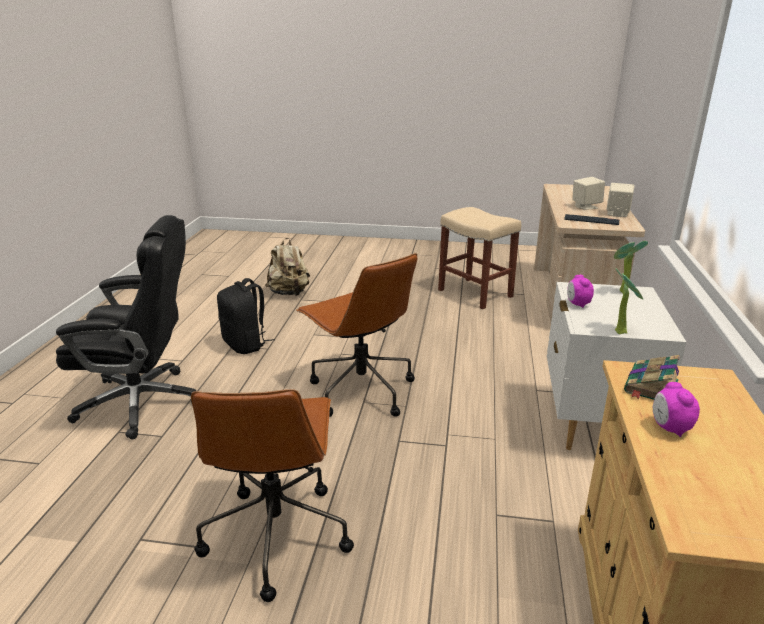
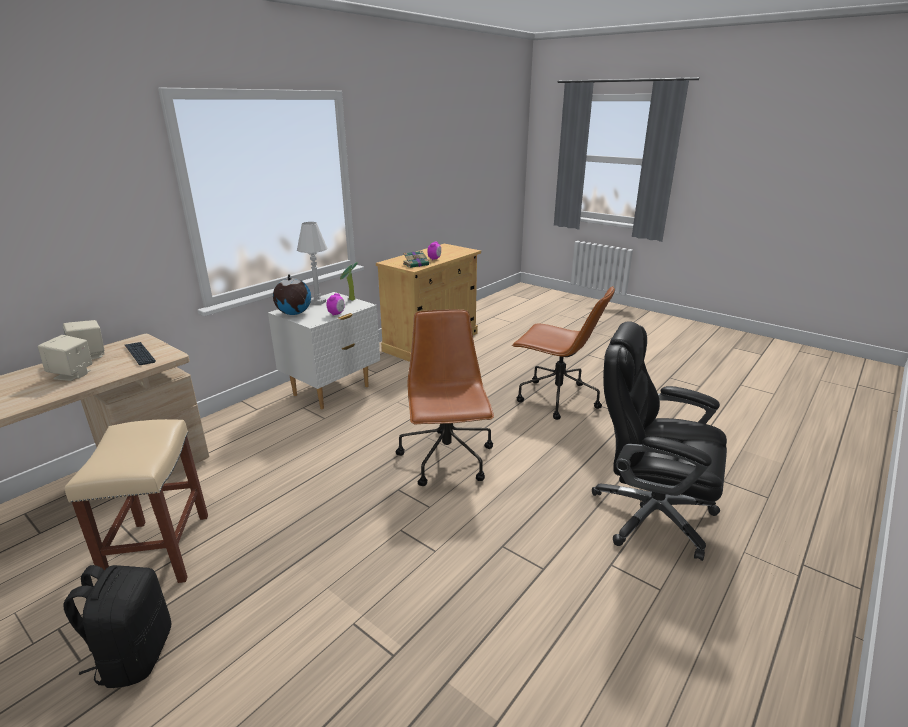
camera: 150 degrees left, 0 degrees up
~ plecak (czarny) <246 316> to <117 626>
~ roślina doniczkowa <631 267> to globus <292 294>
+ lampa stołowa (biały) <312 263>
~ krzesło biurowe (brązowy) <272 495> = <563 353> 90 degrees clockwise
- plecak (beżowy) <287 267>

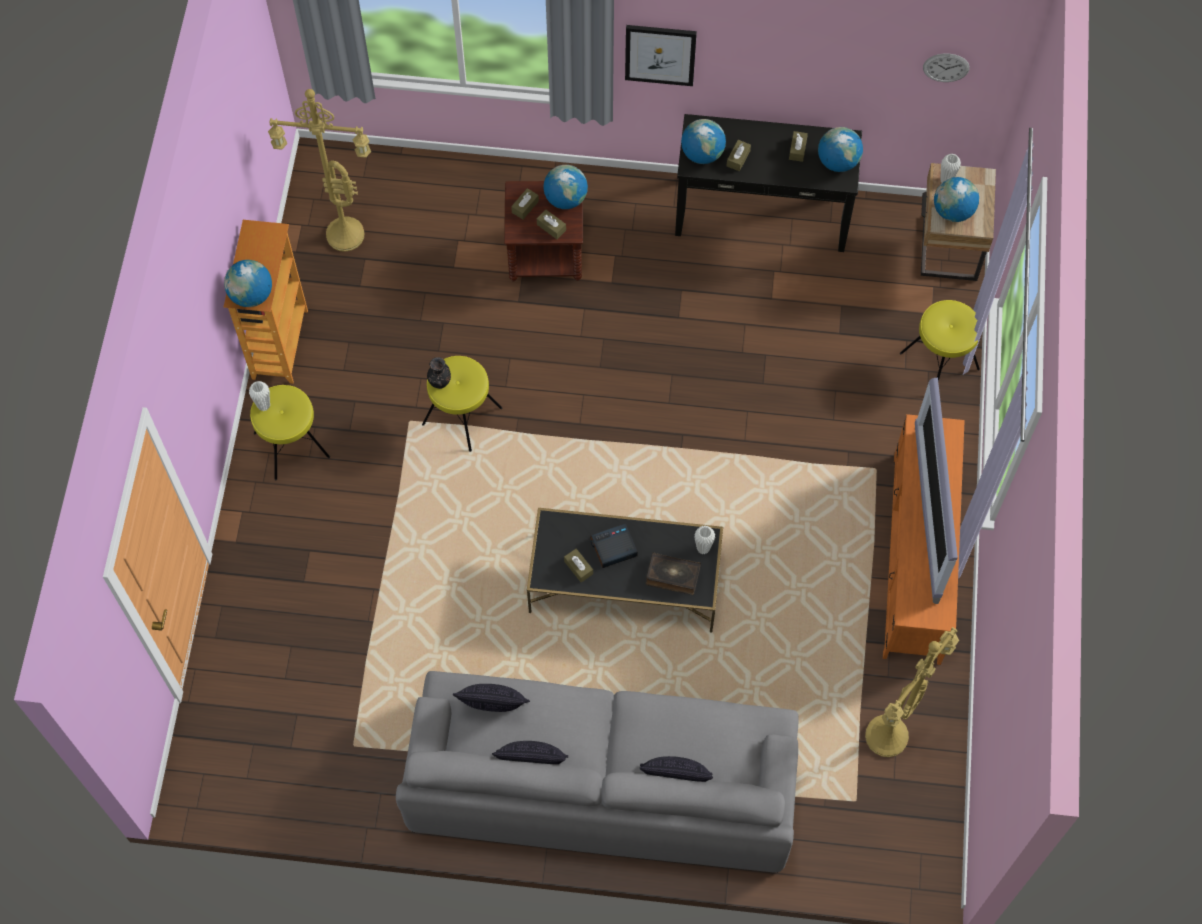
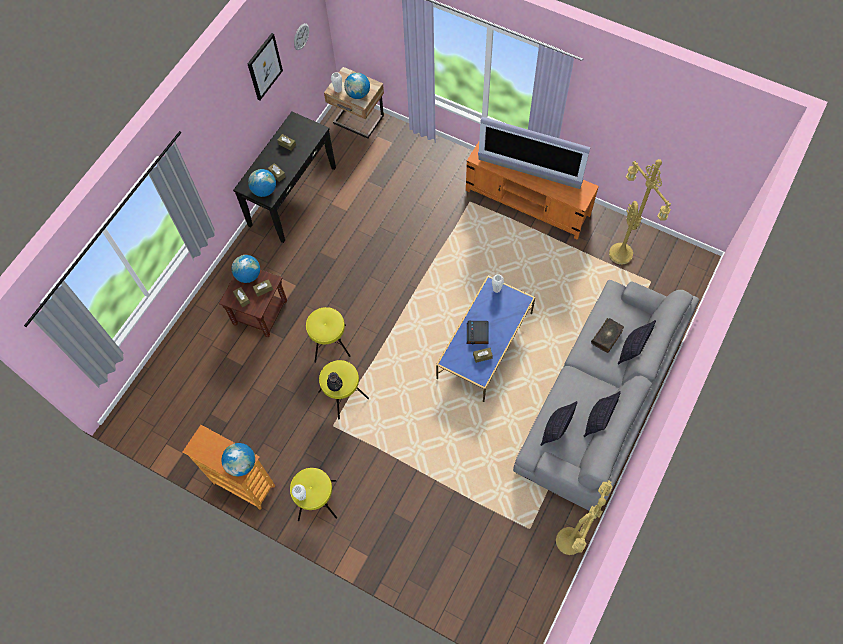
camera: 65 degrees left, 0 degrees up
~ obraz <661 55> to <265 66>
~ stołek (żółty) <940 340> to <328 335>
~ ława (czarny) <625 570> to ława (niebieski) <485 339>
~ lampa stojąca (żółty) <319 170> to <584 517>
~ książka <673 573> to <607 335>
- globus <840 149>

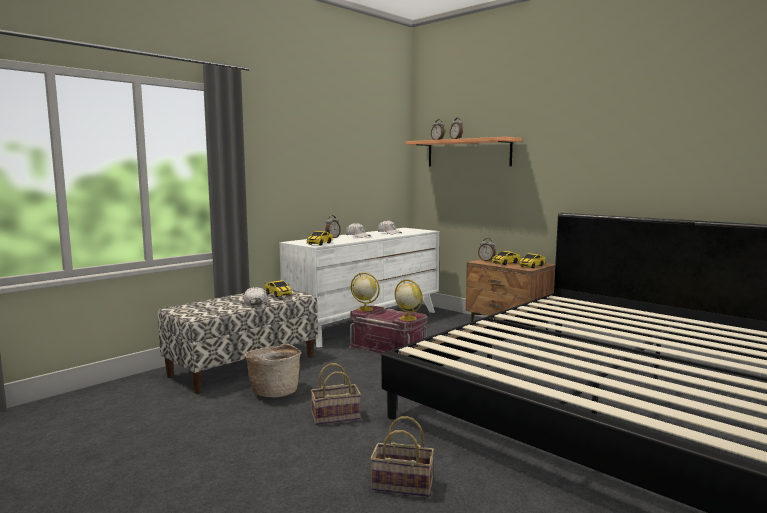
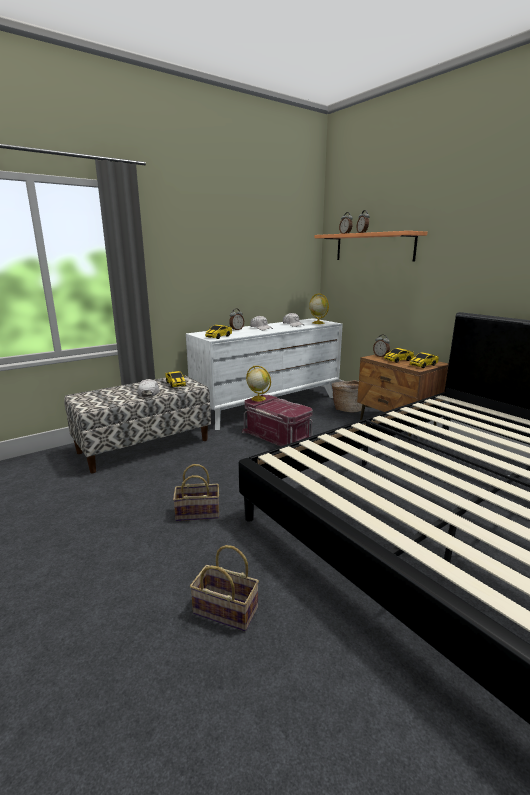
camera: 10 degrees right, 10 degrees up
~ globus <409 300> to <319 308>
~ koszyk <273 371> to <347 396>

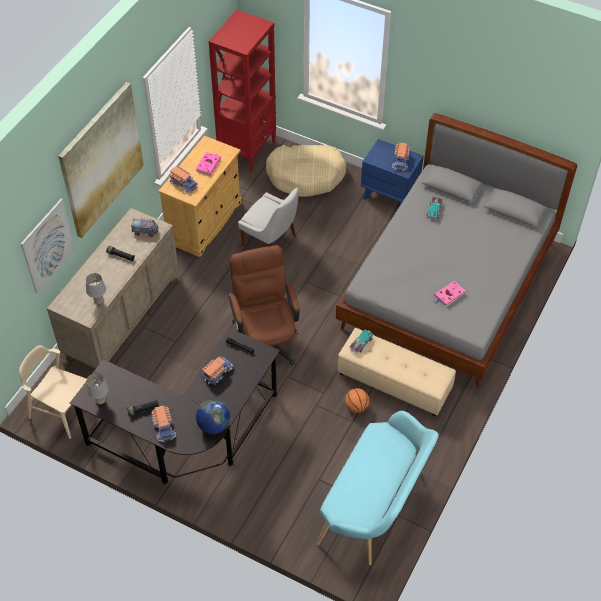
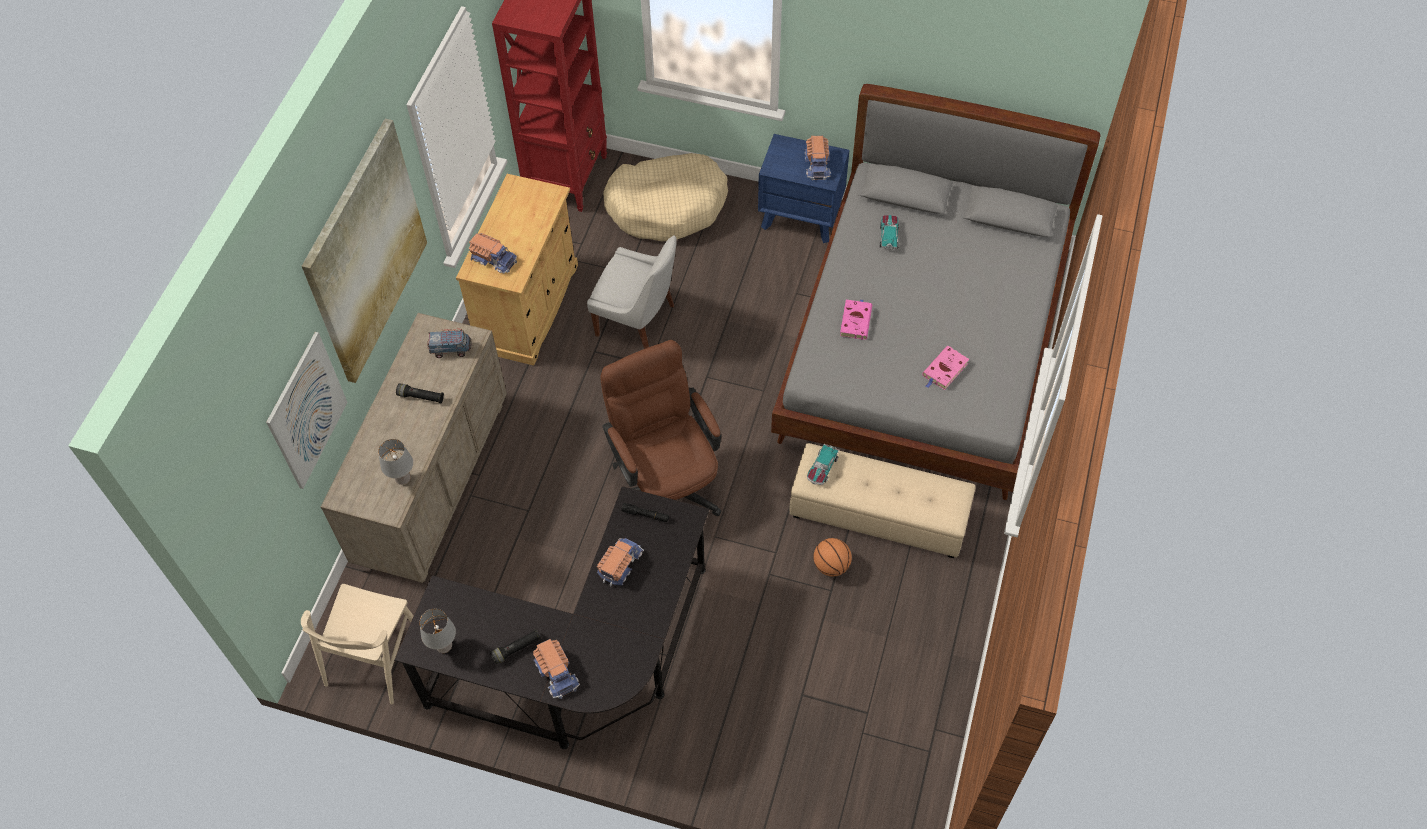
camera: 10 degrees left, 5 degrees up
~ krzesło (beżowy) <53 392> = <357 644> 90 degrees counterclockwise
~ książka (różowy) <208 164> to <856 319>
- globus <213 417>
- ławka (turkusowy) <377 488>

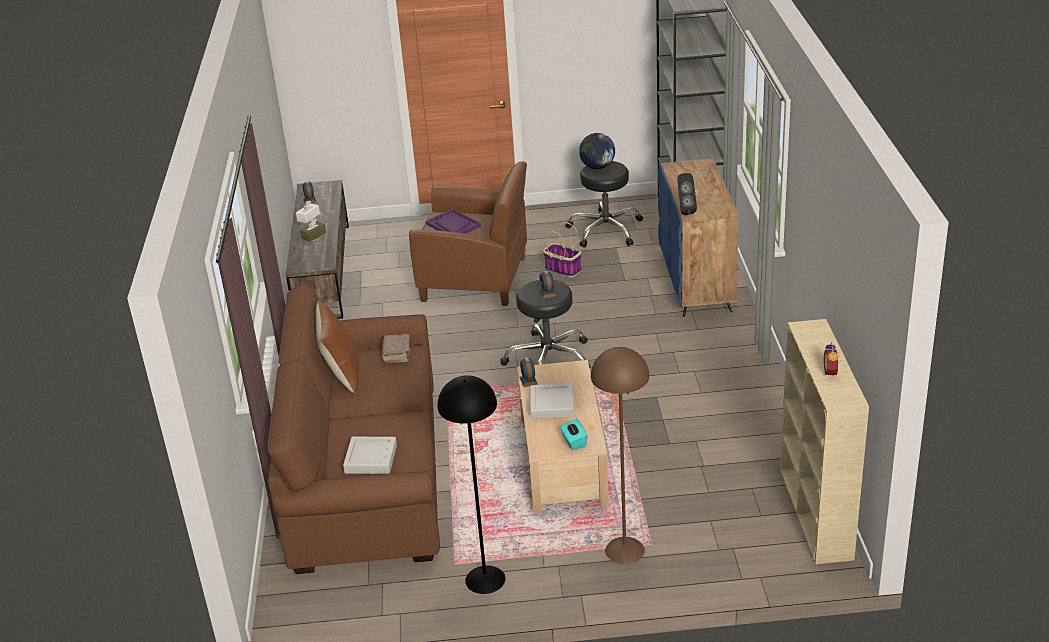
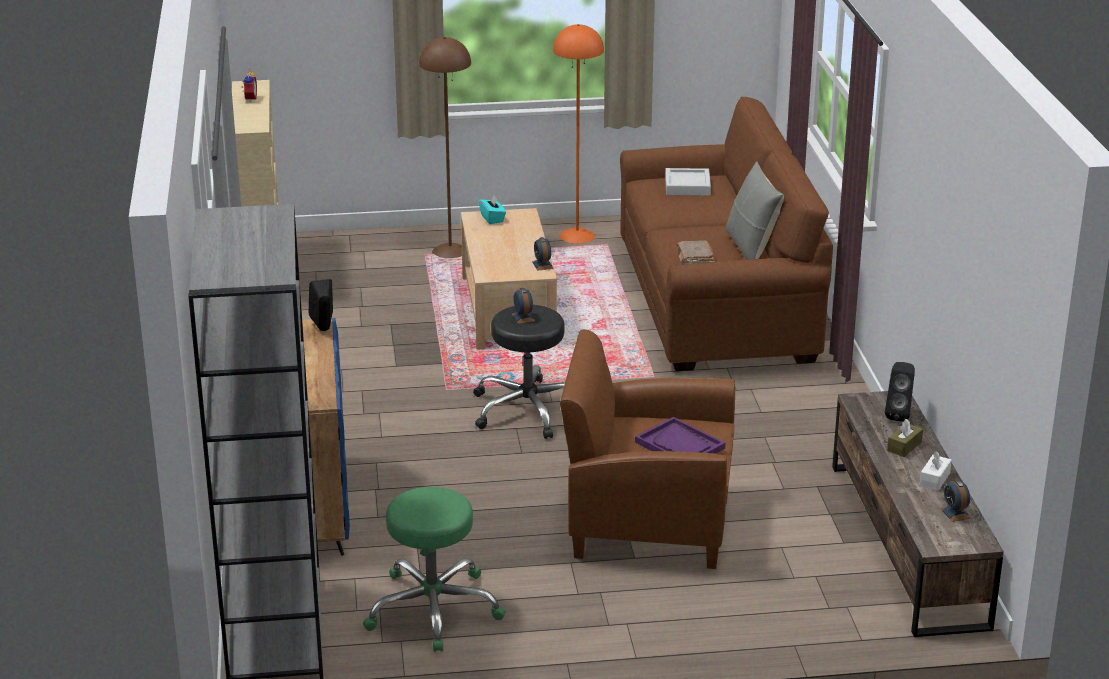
camera: 175 degrees right, 5 degrees down
~ stołek (czarny) <604 204> to stołek (zielony) <434 569>
~ lampa stojąca (czarny) <471 484> to lampa stojąca (pomarańczowy) <578 134>
~ poduszka (brązowy) <337 347> to poduszka (szary) <755 211>
+ głośnik (czarny) <900 392>
- taca (szary) <552 401>
- koszyk <562 249>
- globus <597 151>

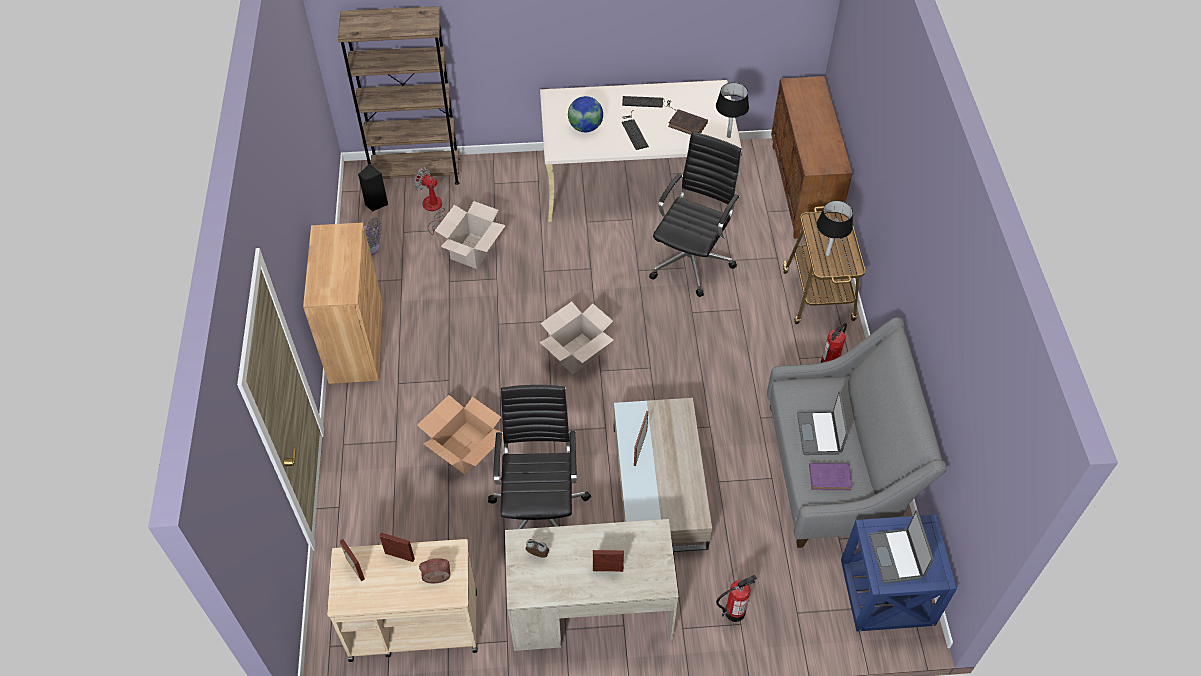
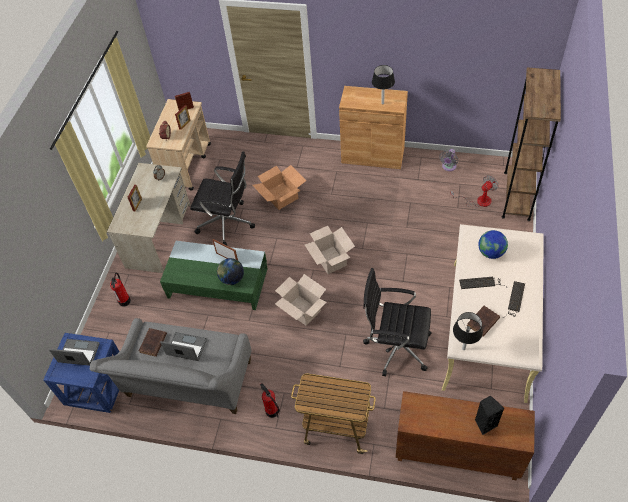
camera: 110 degrees right, 0 degrees up
~ książka (fioletowy) <831 476> to książka (brązowy) <153 342>
~ ława (beżowy) <663 475> to ława (zielony) <214 275>
+ globus <230 271>
~ karton <470 235> to <301 299>
~ krzesło biurowe (czarny) <695 214> = <397 322> 150 degrees clockwise
~ lampa stołowa (czarny) <835 228> to <383 84>
~ głośnik (czarny) <373 188> to <489 415>

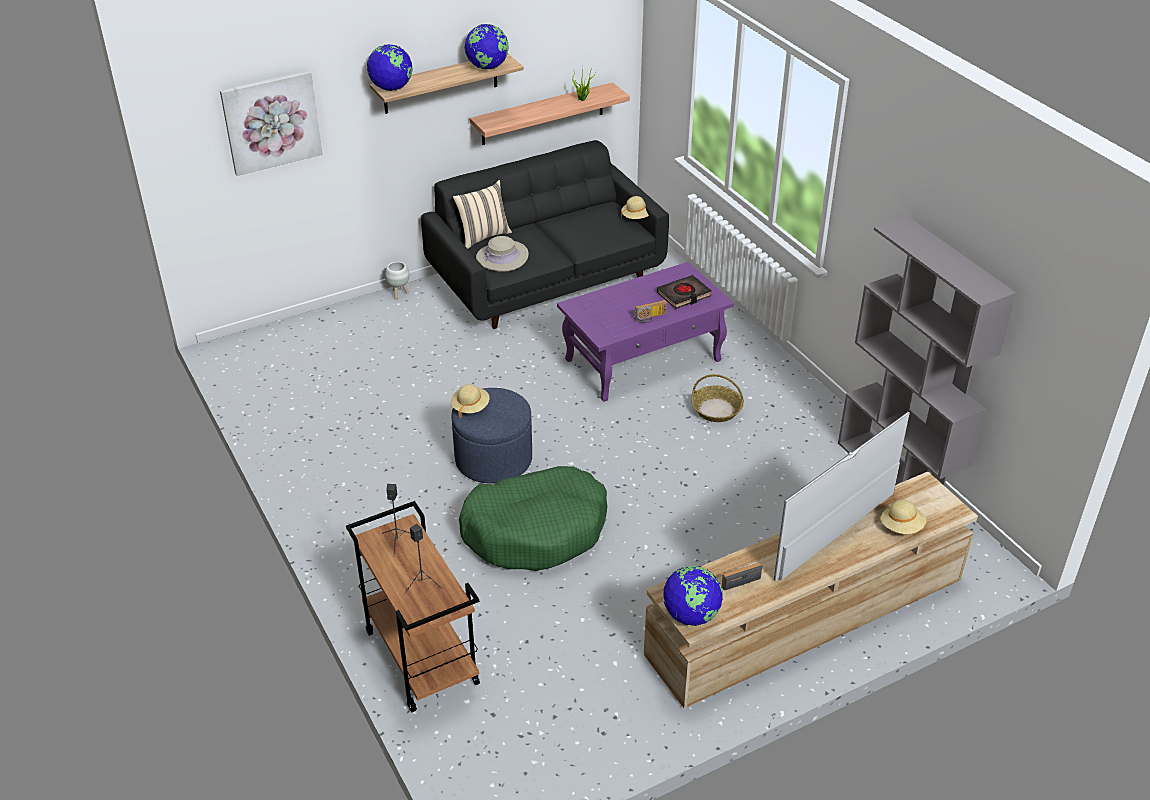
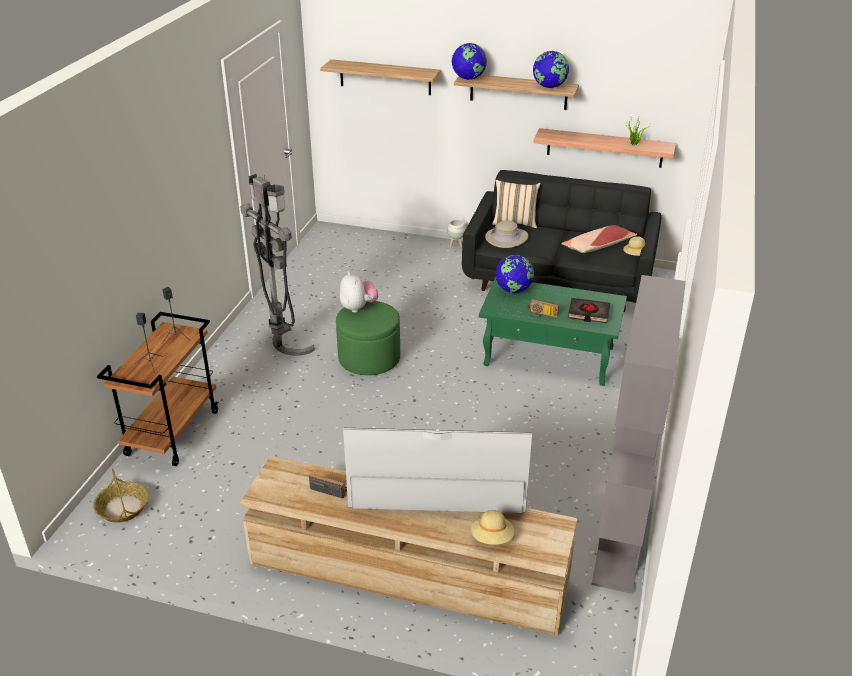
camera: 45 degrees right, 5 degrees down
~ koszyk <717 398> to <120 496>
+ lampa stojąca (szary) <277 264>
~ obraz <271 123> to półka <380 77>
~ pufa (niebieski) <491 436> to pufa (zielony) <368 338>
~ kapelusz (beżowy) <470 401> to pluszak <359 292>
~ ława (fioletowy) <645 332> to ława (zielony) <553 331>
~ globus <693 596> to <515 274>
+ poduszka <599 239>
- legowisko (zielony) <533 518>

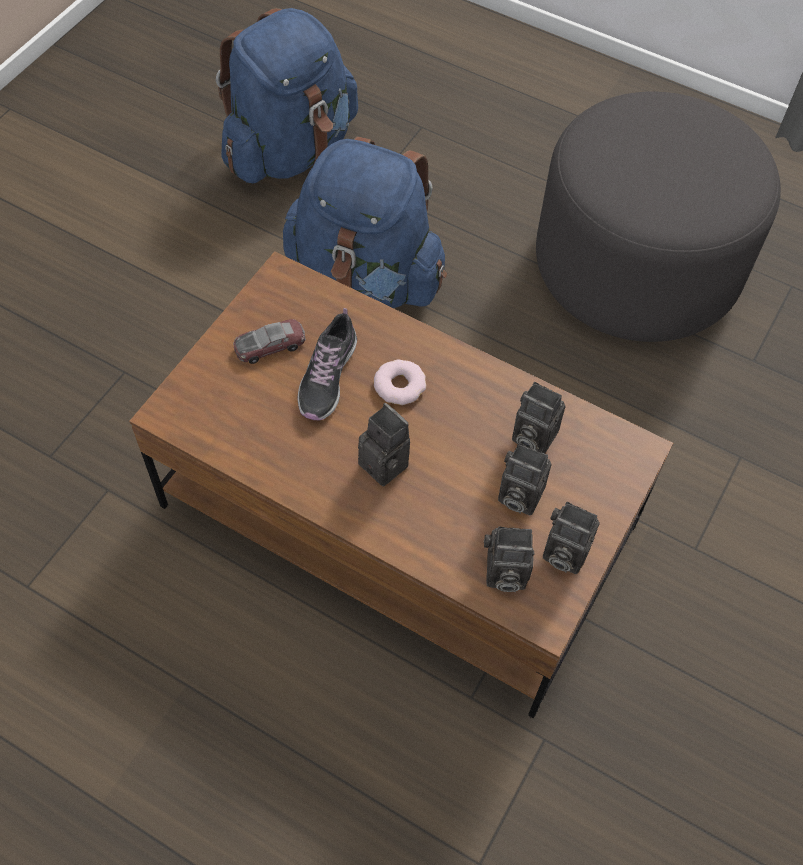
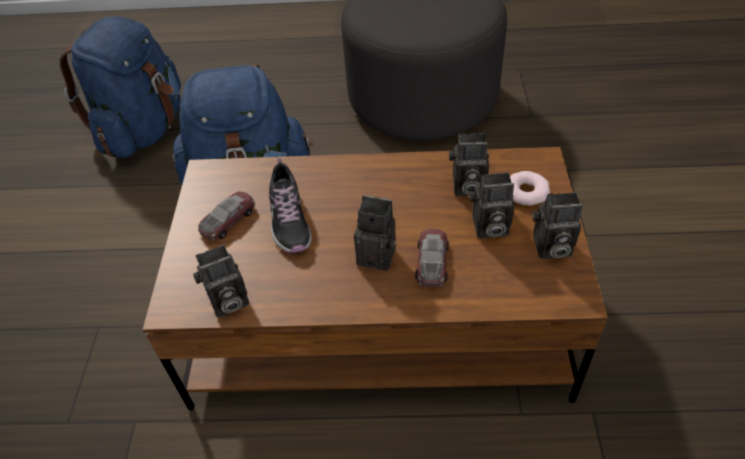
camera: 25 degrees left, 10 degrees down
~ aparat fotograficzny <509 559> to <221 280>
+ samochodzik <432 258>
~ donut <400 382> to <530 188>

